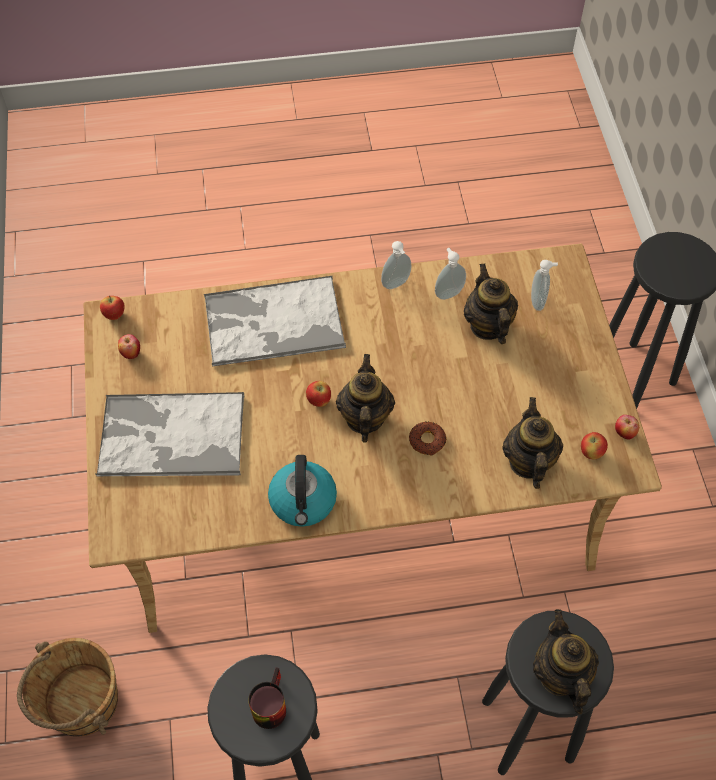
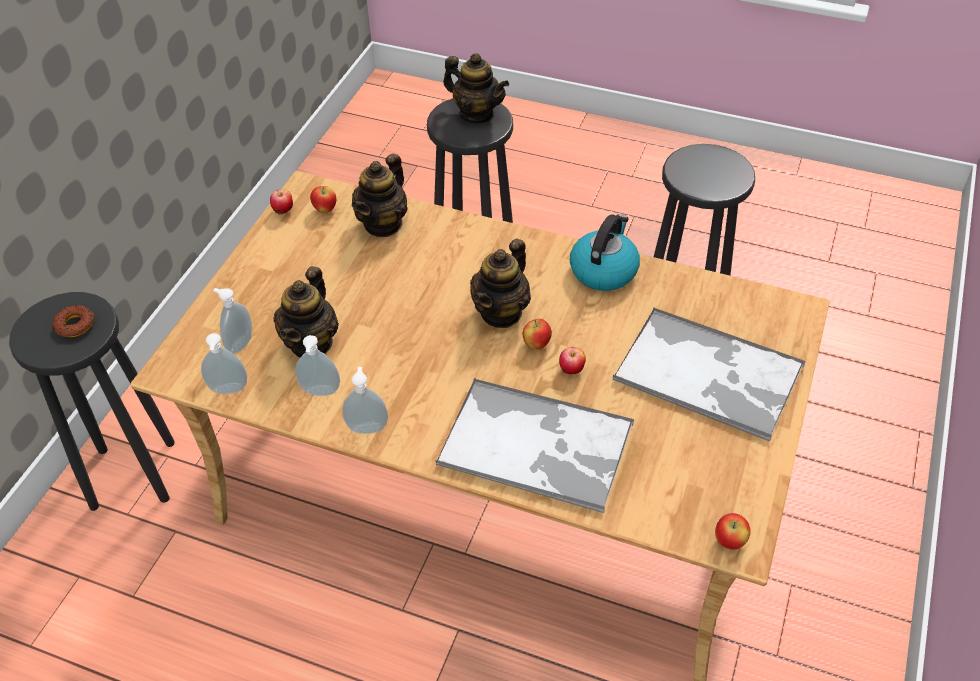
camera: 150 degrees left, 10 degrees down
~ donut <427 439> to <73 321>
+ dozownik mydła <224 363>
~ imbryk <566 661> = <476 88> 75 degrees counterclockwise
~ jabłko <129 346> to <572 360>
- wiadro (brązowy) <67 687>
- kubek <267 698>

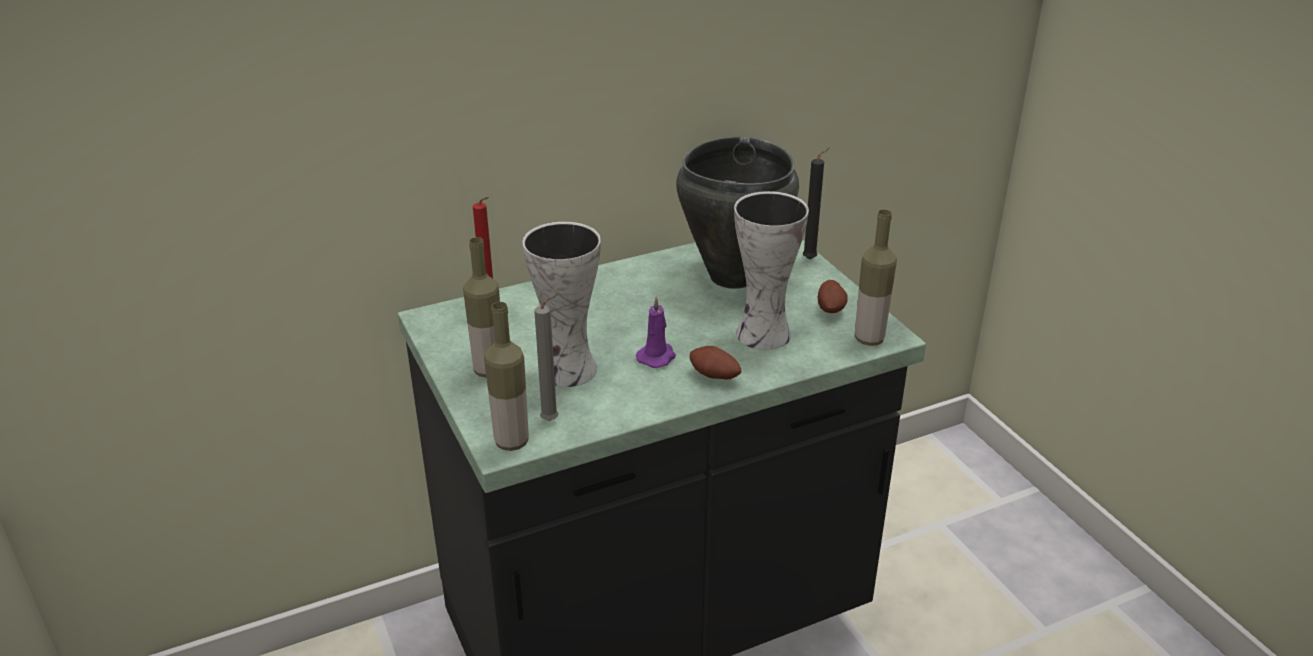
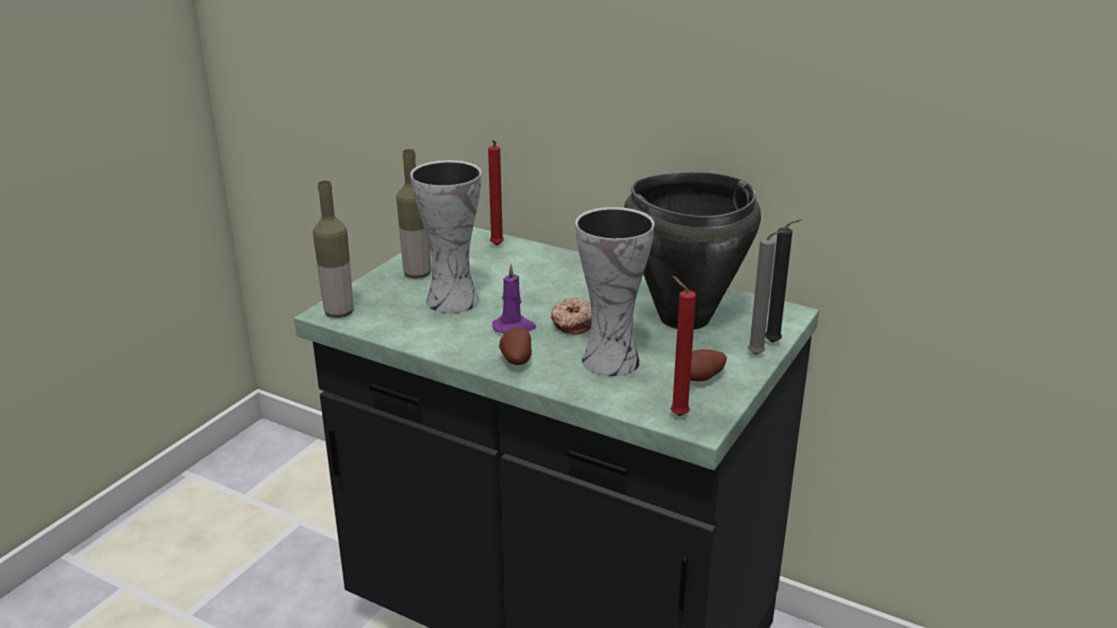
camera: 55 degrees right, 5 degrees down
+ donut <571 316>
~ butelka <876 277> to świeca (czerwony) <683 346>
~ świeca (szary) <546 357> to <765 293>

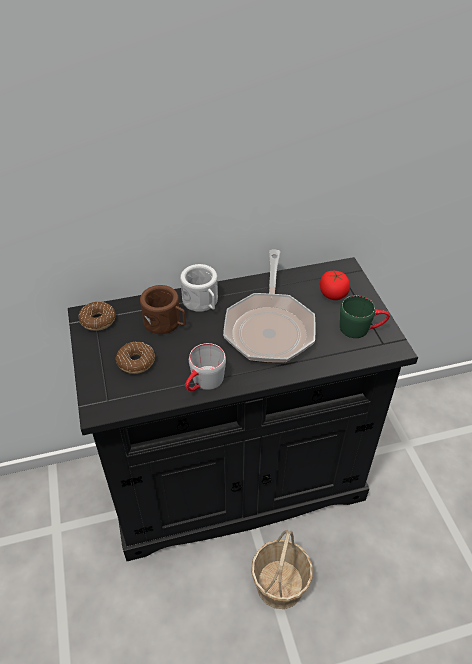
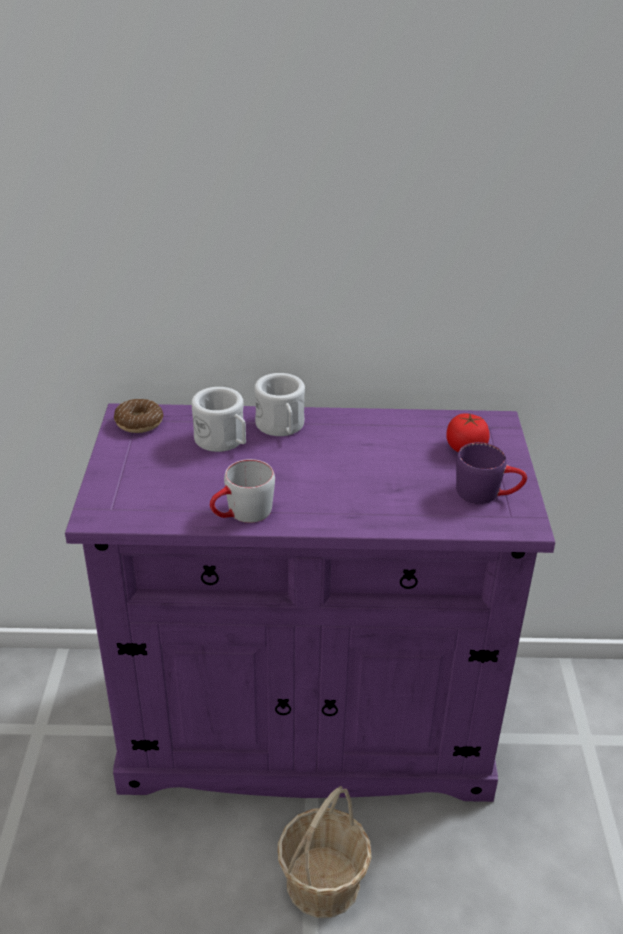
camera: 15 degrees right, 10 degrees down
~ szafka (czarny) <243 409> to szafka (fioletowy) <310 602>
~ kubek (brązowy) <163 309> to kubek (biały) <218 419>
~ kubek (zielony) <365 316> to kubek (fioletowy) <491 473>
- donut <135 357>
- patelnia <269 306>

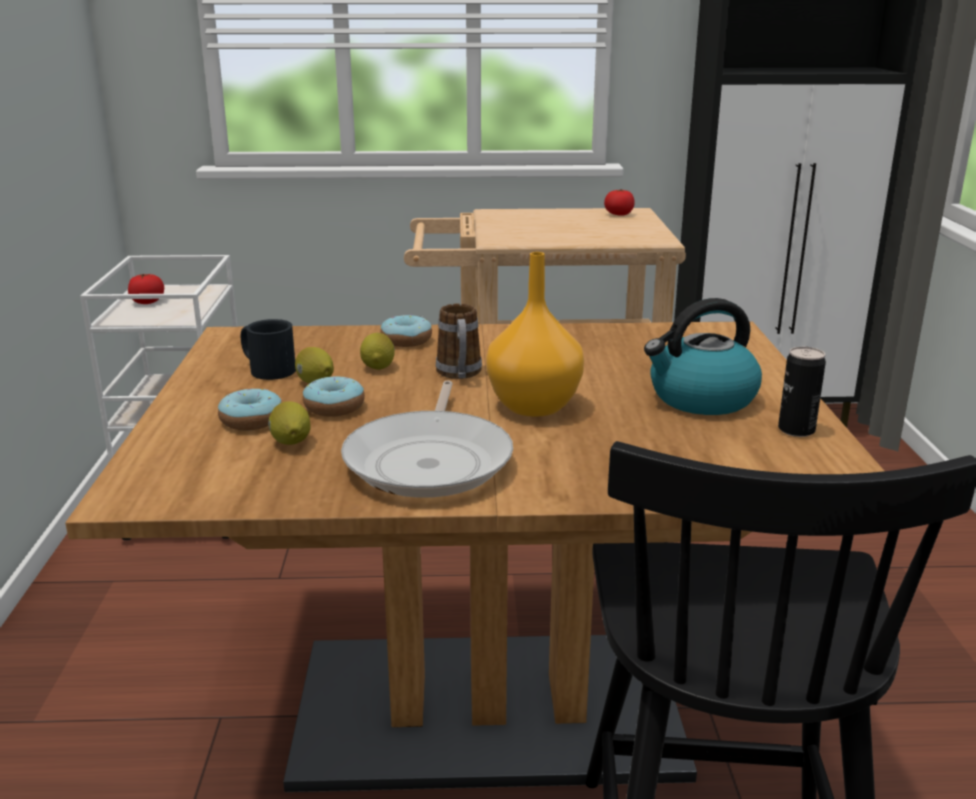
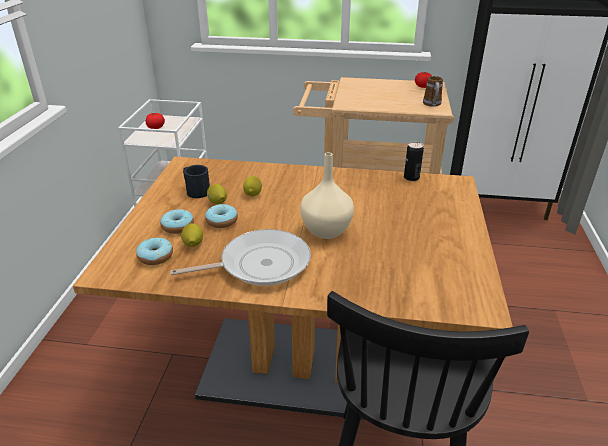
camera: 10 degrees right, 10 degrees up
~ donut <406 330> to <154 251>
~ patelnia <427 439> = <240 257> 120 degrees counterclockwise
~ wazon (pomarańczowy) <535 334> to wazon (beżowy) <327 195>
~ puszka <802 392> to <414 161>
~ kubek <459 341> to <433 91>
- czajnik <703 356>

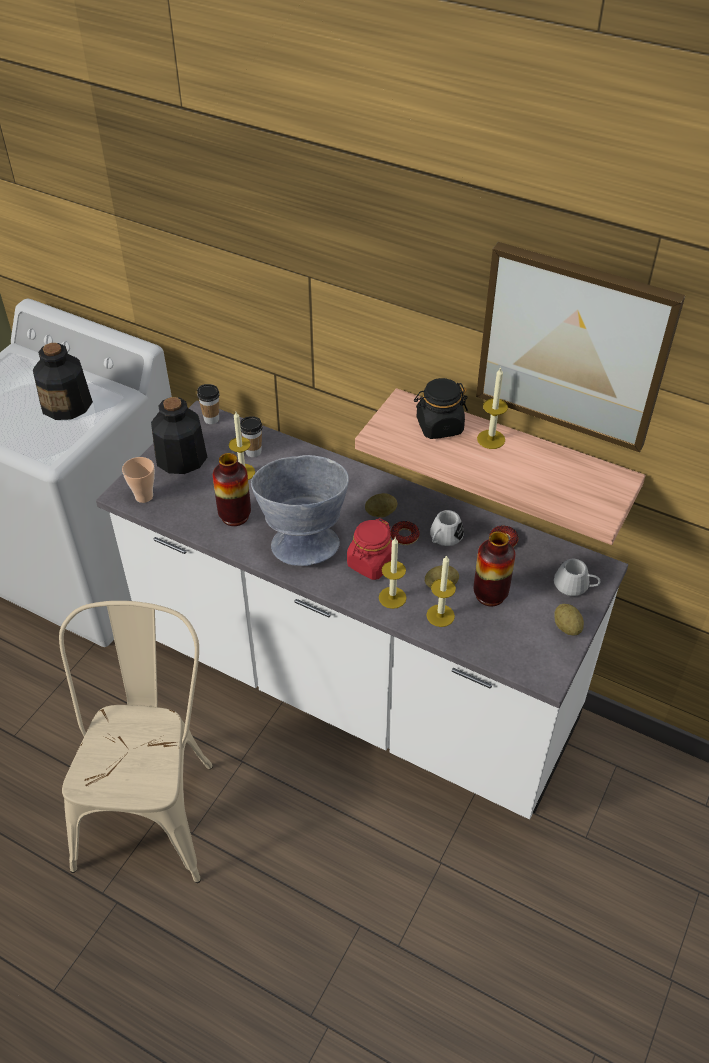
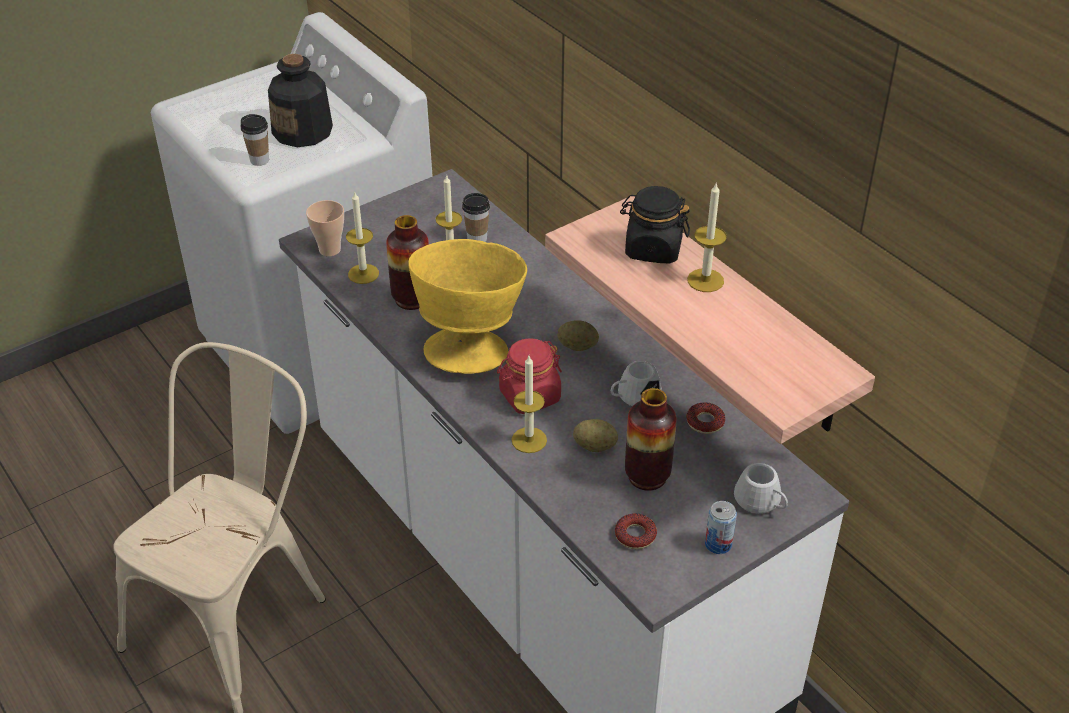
camera: 25 degrees right, 5 degrees down
~ filiżanka <208 404> to <254 140>
~ świeca <441 591> to <362 238>
~ miska (szary) <300 510> to miska (żółty) <467 306>
~ donut <405 533> to <636 531>
~ ziemniak <569 619> to puszka <721 527>
- butelka <179 435>
- obraz <581 347>

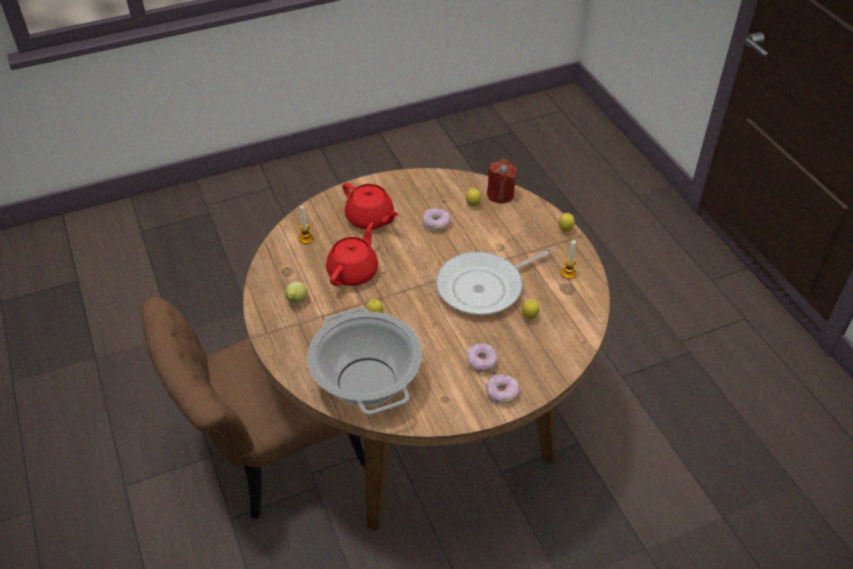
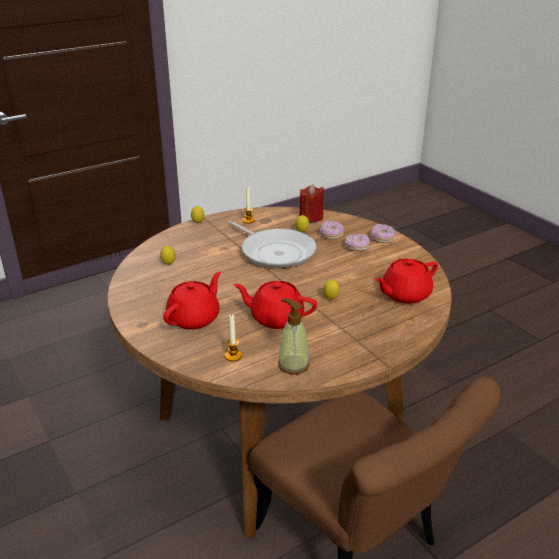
camera: 100 degrees left, 15 degrees down
+ dozownik mydła <294 336>
~ świeca (czerwony) <502 181> to <312 203>
~ donut <436 219> to <332 230>
~ garnek <364 361> to imbryk (czerwony) <406 281>
- cytryna <296 292>

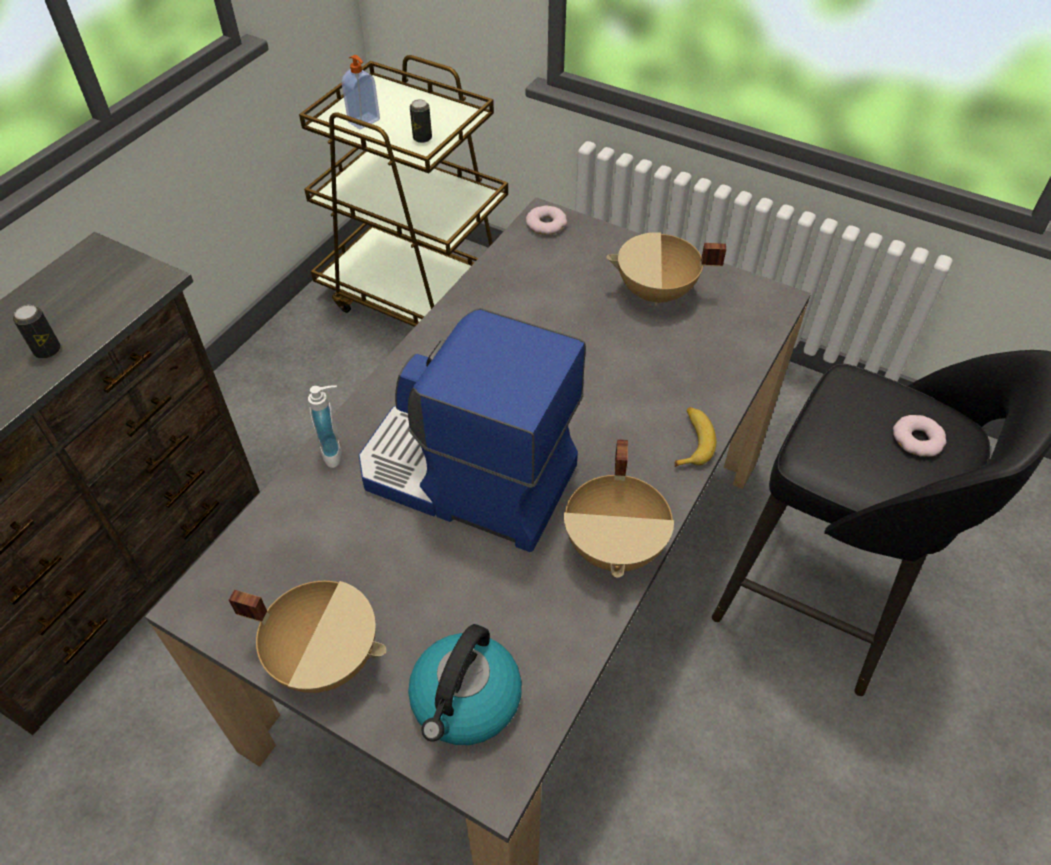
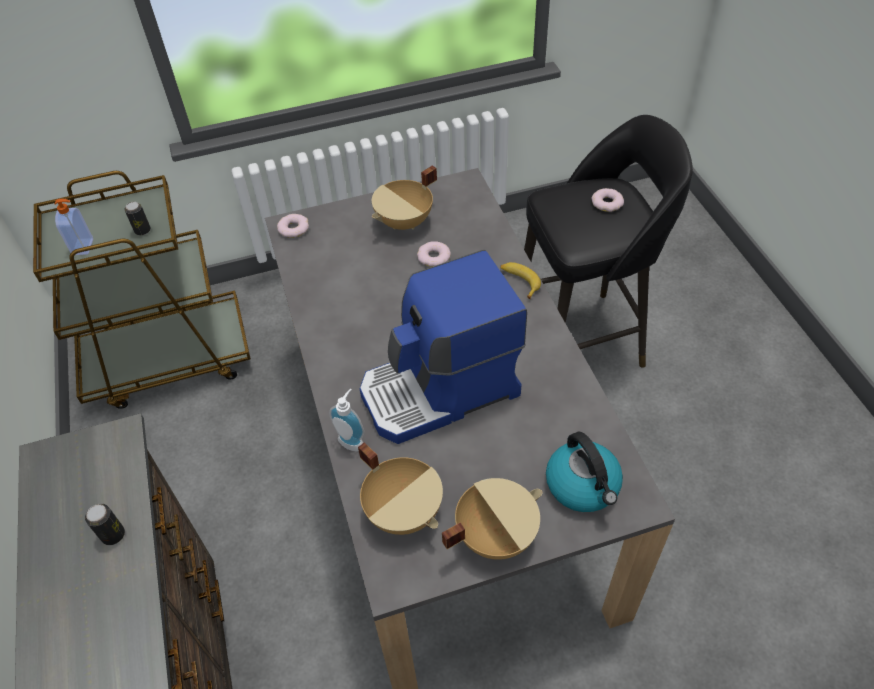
camera: 45 degrees left, 0 degrees up
~ garnek (beżowy) <619 508> to <400 488>
+ donut <434 254>

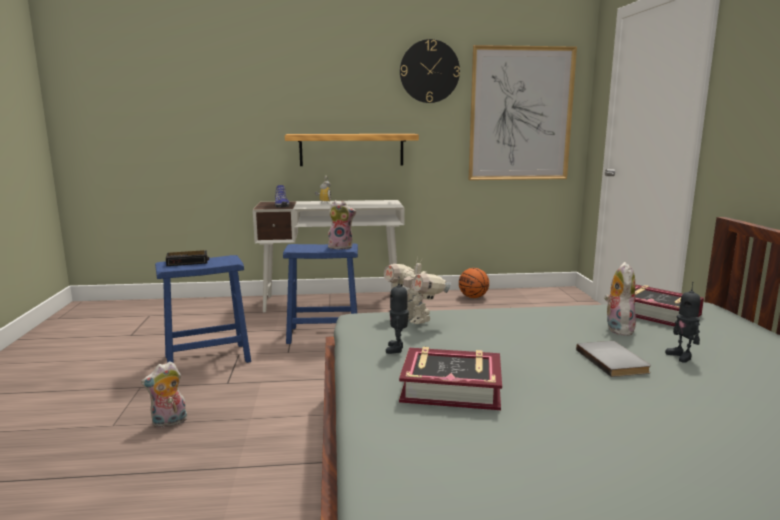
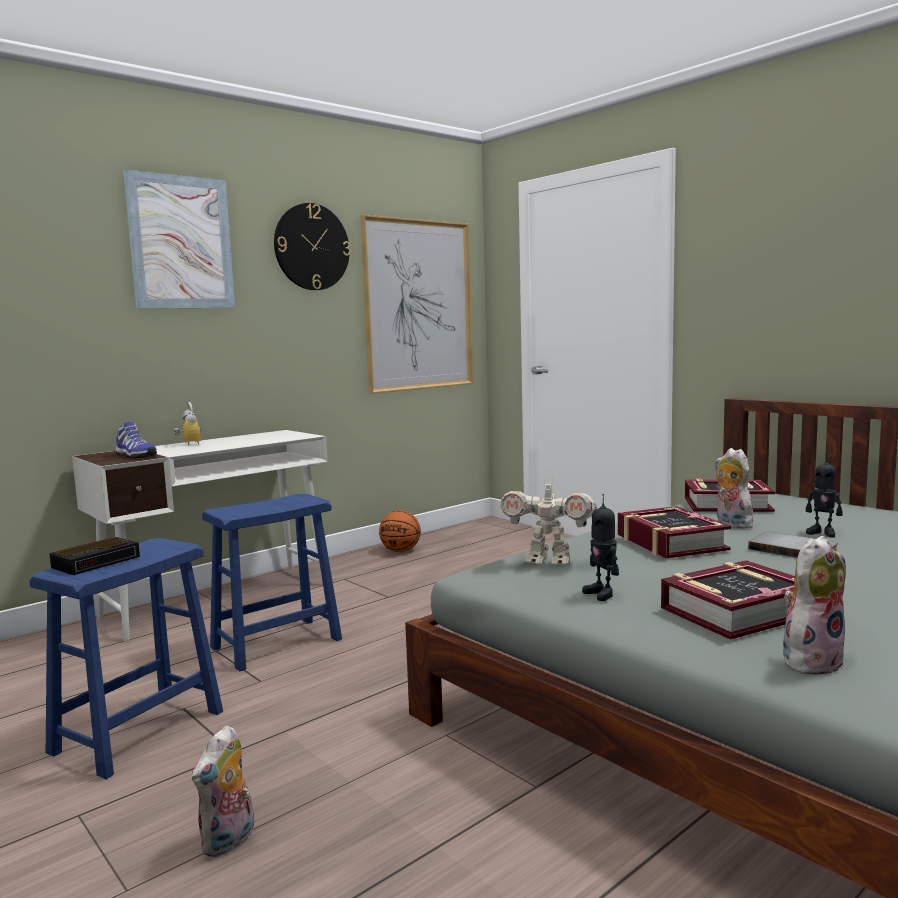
camera: 35 degrees left, 5 degrees down
+ obraz <179 239>
+ książka <674 532>
~ pluszak <341 224> to <814 606>
- półka <352 150>

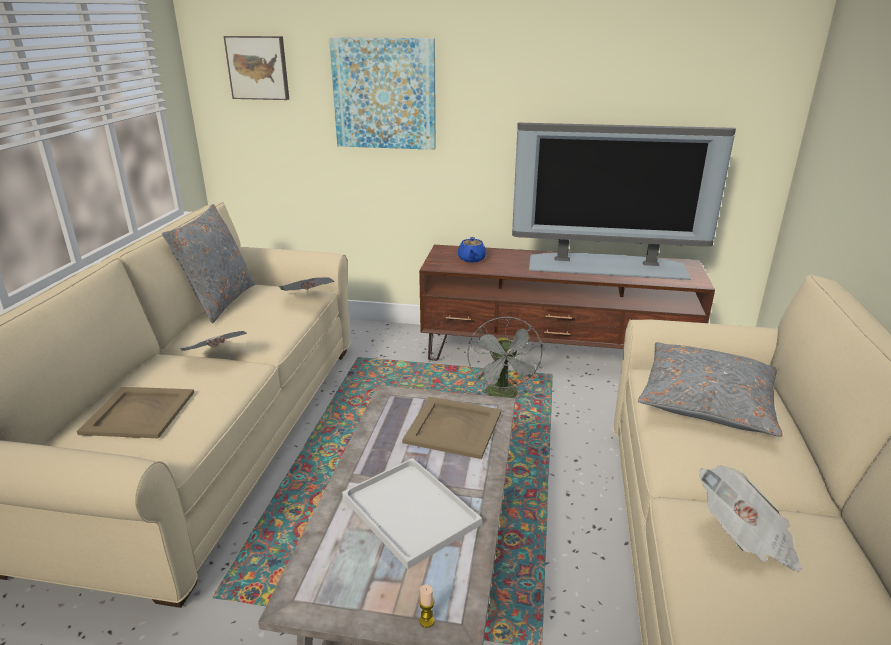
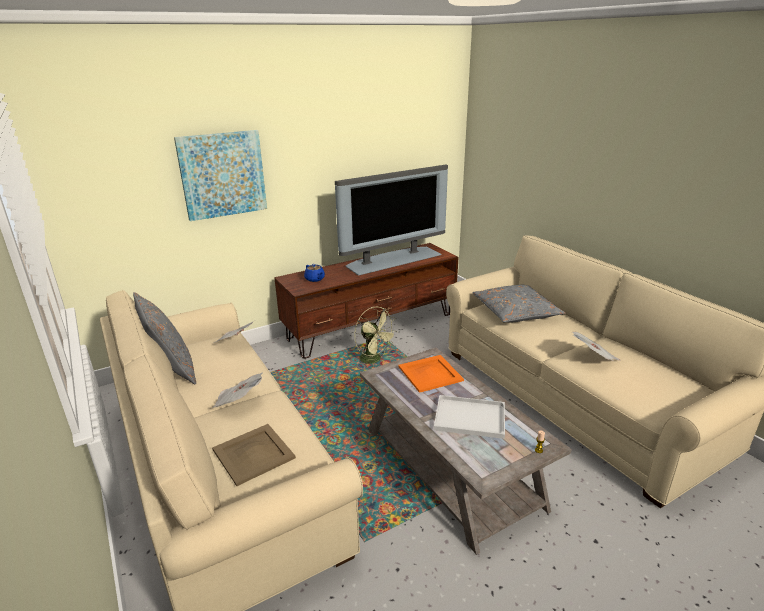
camera: 40 degrees left, 0 degrees up
~ wentylator (szary) <505 357> to wentylator (zielony) <376 335>
~ taca (beżowy) <451 428> to taca (pomarańczowy) <431 374>
- obraz <256 68>

